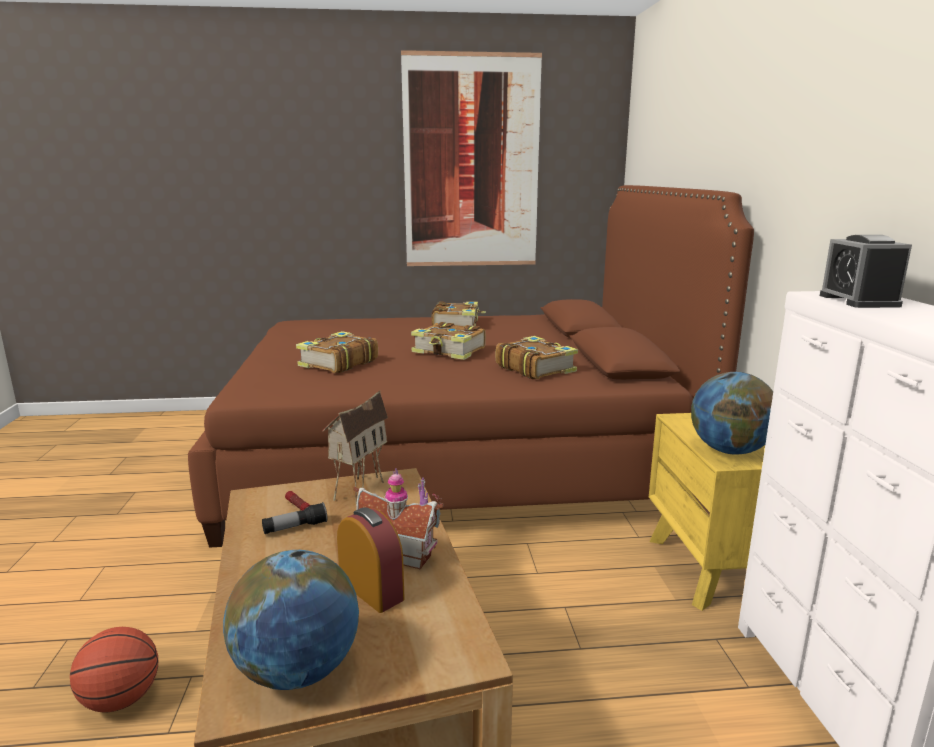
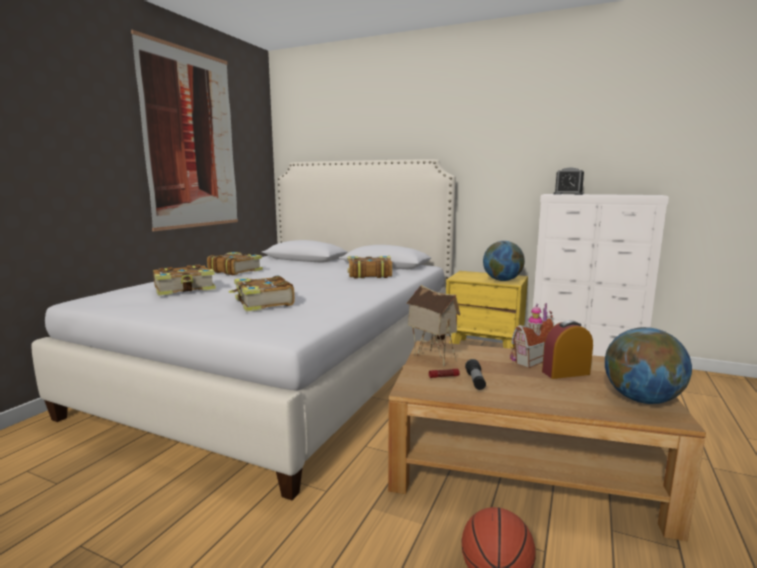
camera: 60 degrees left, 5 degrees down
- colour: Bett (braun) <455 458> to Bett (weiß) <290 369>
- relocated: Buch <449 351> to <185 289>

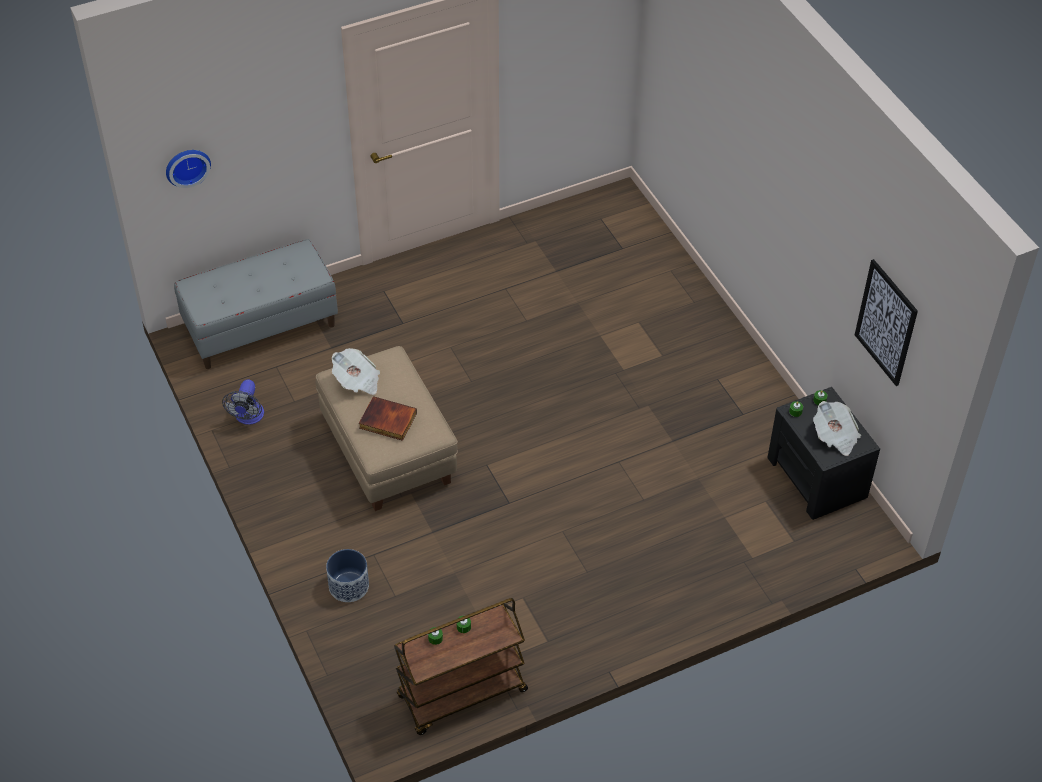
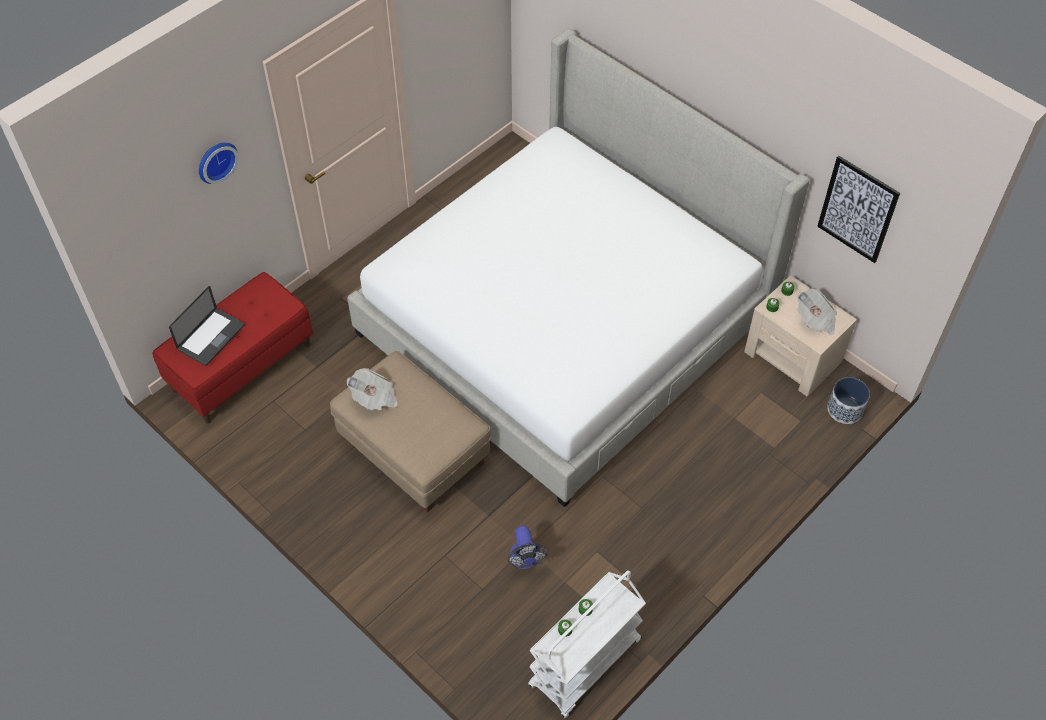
camera: 20 degrees left, 5 degrees up
- relocated: Wanduhr <187 165> to <215 161>
- colour: Bank (grau) <261 327> to Bank (rot) <242 367>
- relocated: Ventilator <248 417> to <525 560>
- colour: Nachttisch (schwarz) <817 478> to Nachttisch (beige) <793 357>
- missing: Buch <387 421>
- relocated: Pflanzkübel <348 586> to <844 410>
- colour: Rollwagen (braun) <461 695> to Rollwagen (weiß) <585 664>
- appeared: Bett <564 324>
- appeared: Laptop <211 337>

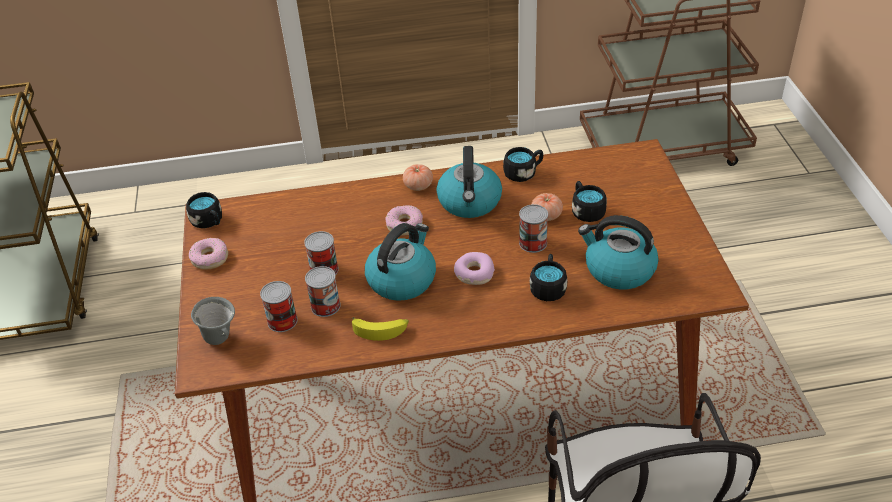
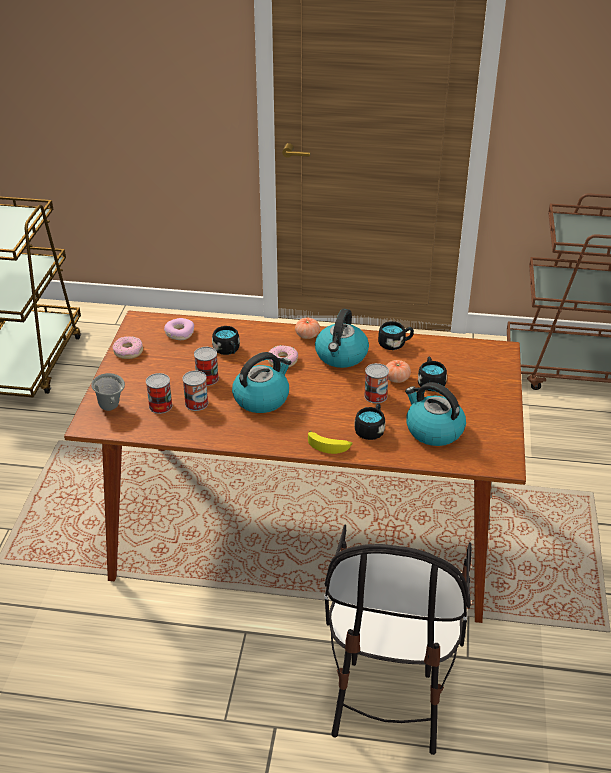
camera: 15 degrees right, 5 degrees down
- relocated: Henkelbecher (schwarz) <209 222> to <227 351>
- relocated: Donut <474 273> to <179 333>
- relocated: Banane <381 330> to <329 445>

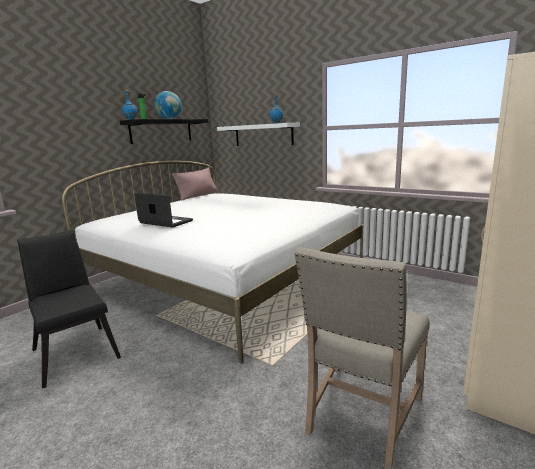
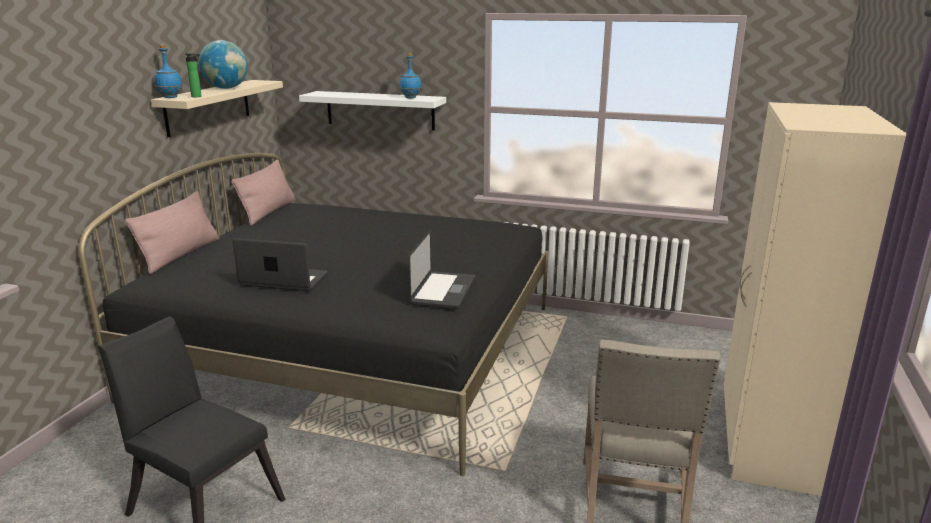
camera: 20 degrees left, 5 degrees up
- colour: Wandregal (schwarz) <161 131> to Wandregal (beige) <208 107>
- colour: Bett (weiß) <226 277> to Bett (schwarz) <355 349>
- appeared: Kissen (rosa) <180 255>
- appeared: Laptop <443 291>

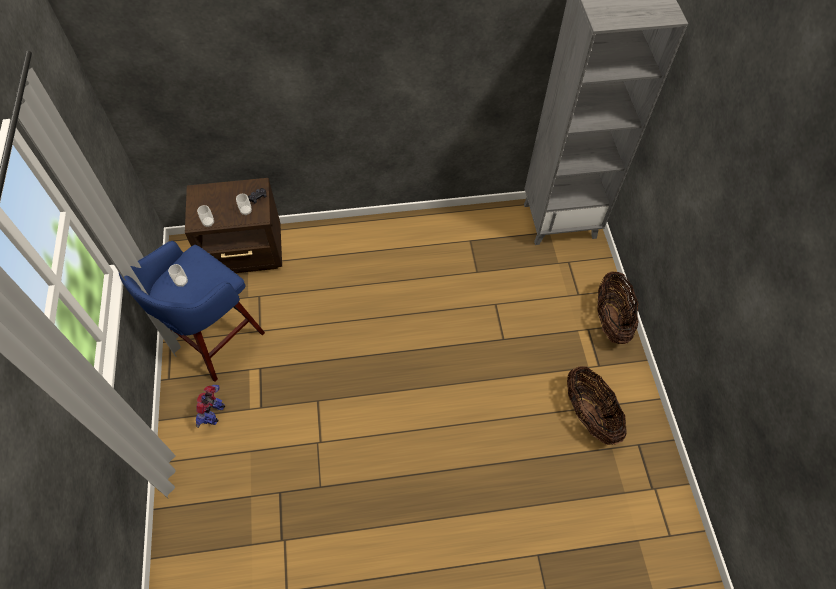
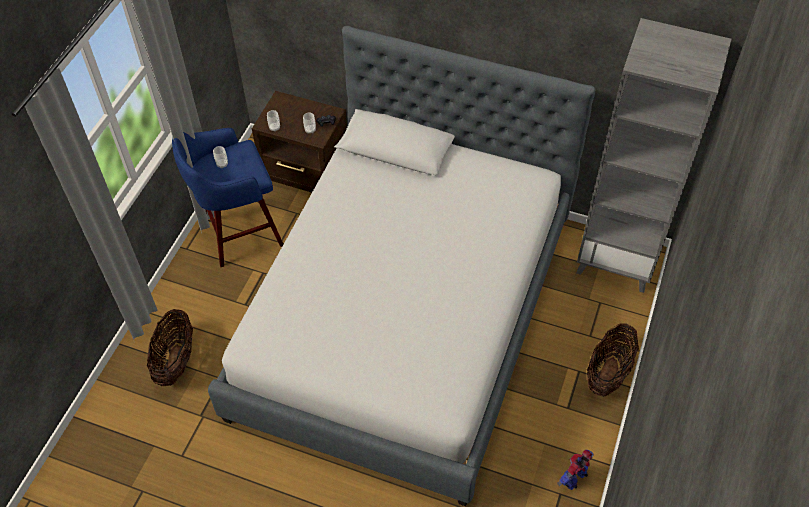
camera: 30 degrees right, 5 degrees down
- relocated: Korb <589 415> to <175 360>
- relocated: Spielzeugroboter <215 413> to <574 478>
- appeared: Bett <405 316>

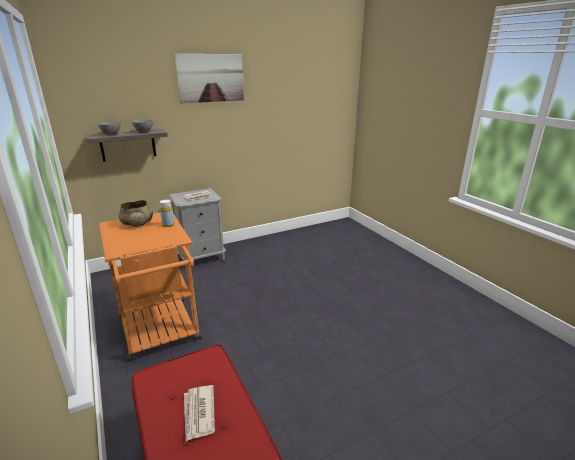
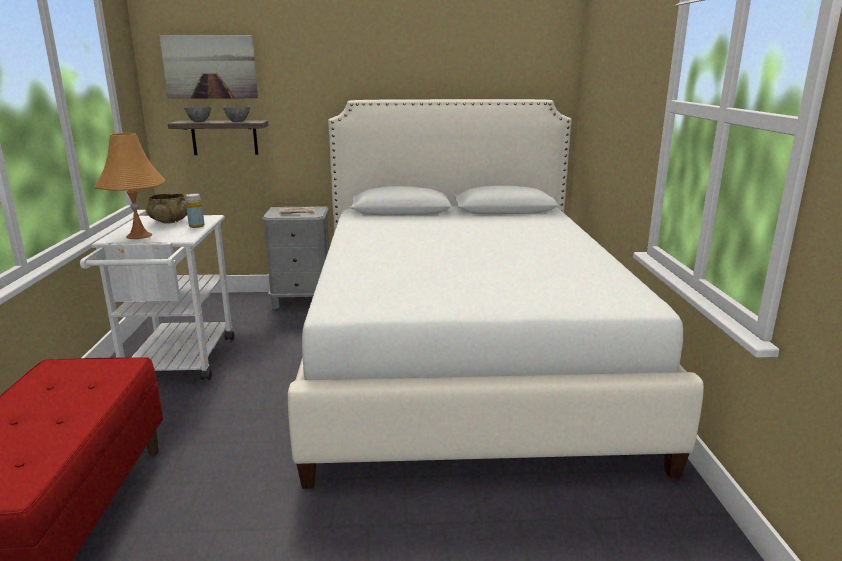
camera: 25 degrees right, 5 degrees down
- relocated: Bild <210 78> to <210 67>
- colour: Rollwagen (orange) <161 332> to Rollwagen (weiß) <177 364>
- missing: Zeitung <199 413>
- appeared: Bett (weiß) <464 359>
- appeared: Tischlampe (orange) <139 236>

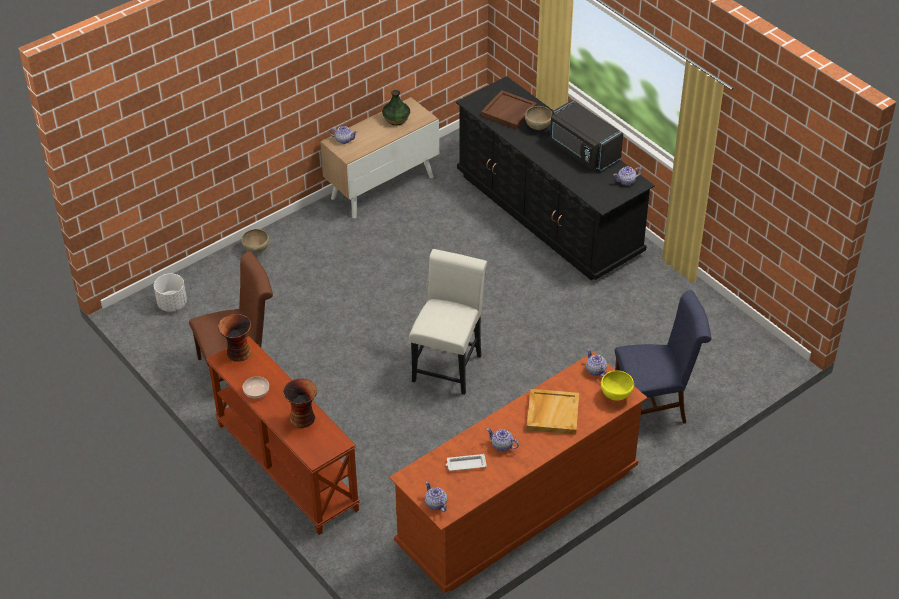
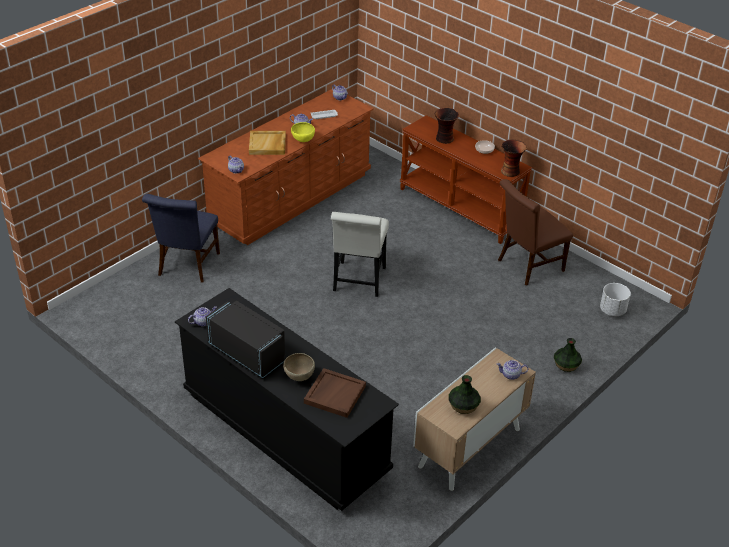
camera: 170 degrees right, 5 degrees down
- exchanged: Schüssel (braun) <256 250> to Vase <566 365>
- spun: Stuhl (blau) <655 404> = <187 266> 60 degrees counterclockwise
- relocated: Schüssel (gelb) <616 395> to <303 140>

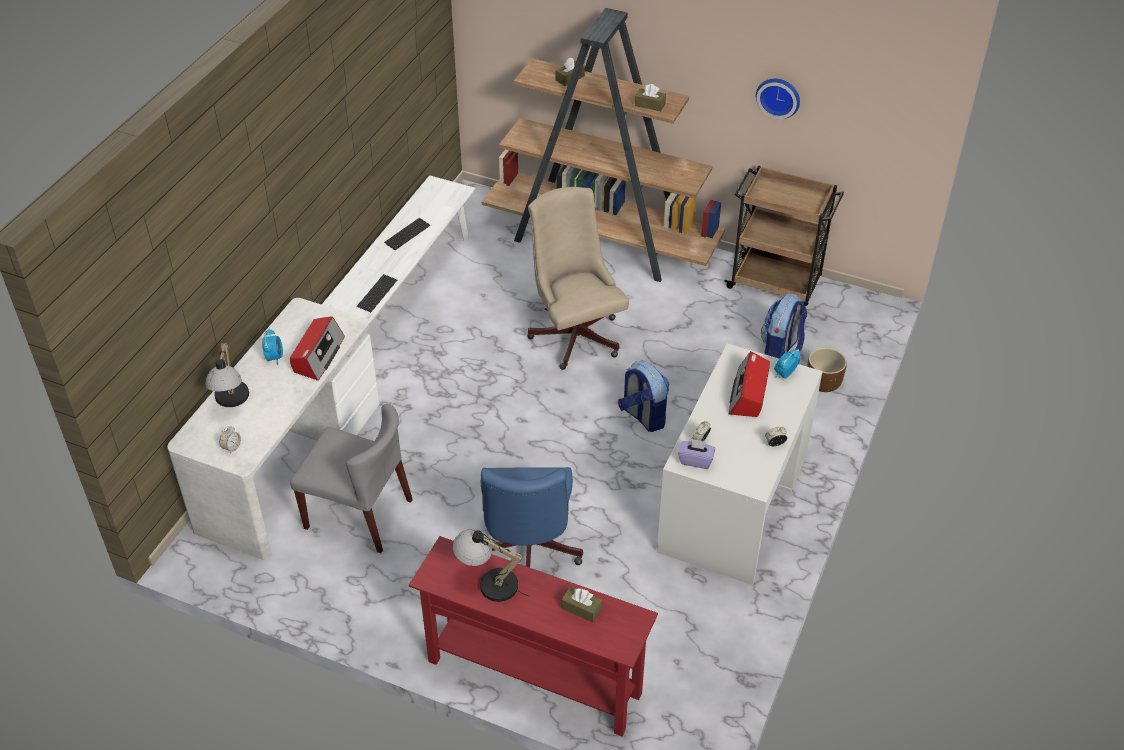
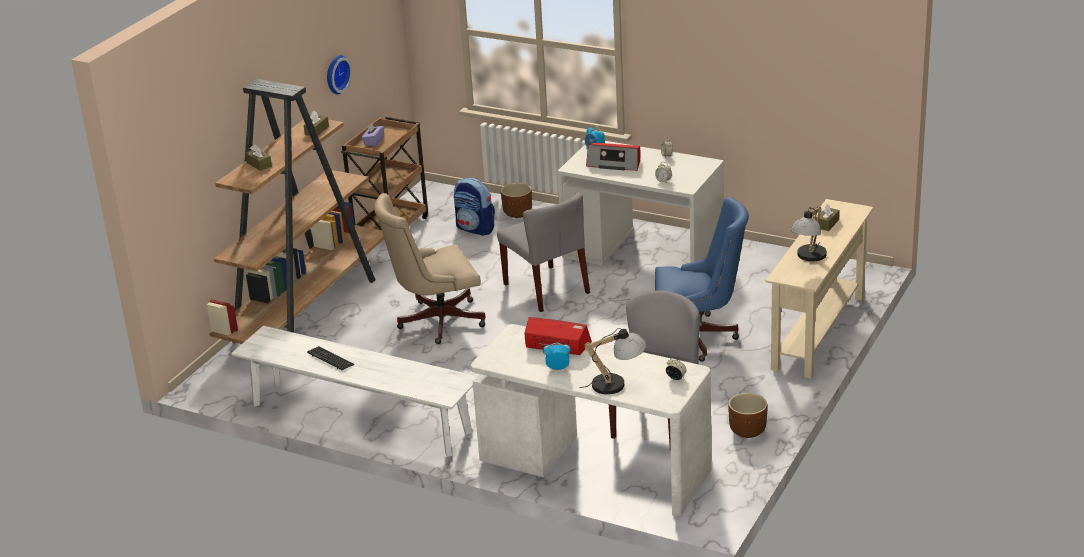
camera: 85 degrees left, 15 degrees down
- missing: Tastatur <377 294>
- exchanged: Rucksack <643 416> to Stuhl (grau) <546 289>
- relocated: Taschentuchbox (lila) <696 460> to <373 142>
- colour: Konsolentisch (rot) <533 678> to Konsolentisch (beige) <819 332>
- appeared: Pflanzkübel (braun) <747 431>

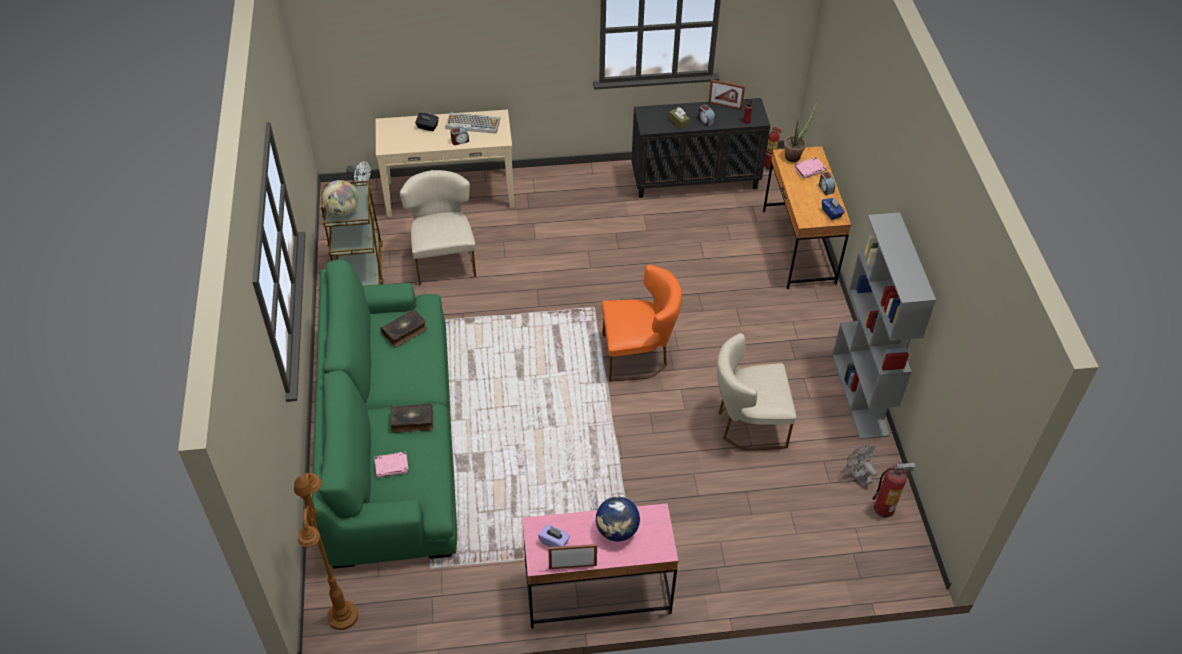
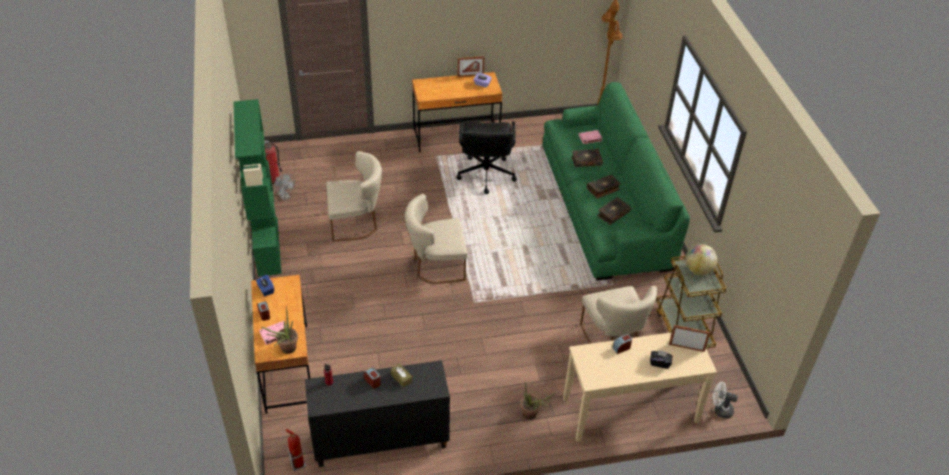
camera: 175 degrees right, 5 degrees down
- relocated: Bilderrahmen <725 105> to <686 347>
- missing: Tastatur <472 124>
- colour: Bücherregal (grau) <860 394> to Bücherregal (grün) <267 246>
- colour: Stuhl (orange) <638 355> to Stuhl (beige) <436 266>
- missing: Globus <617 530>
- colour: Schreibtisch (rosa) <597 592> to Schreibtisch (braun) <456 136>
- appeared: Bürostuhl (schwarz) <485 175>
- appeared: Buch <603 189>
- appeared: Topfpflanze <532 415>

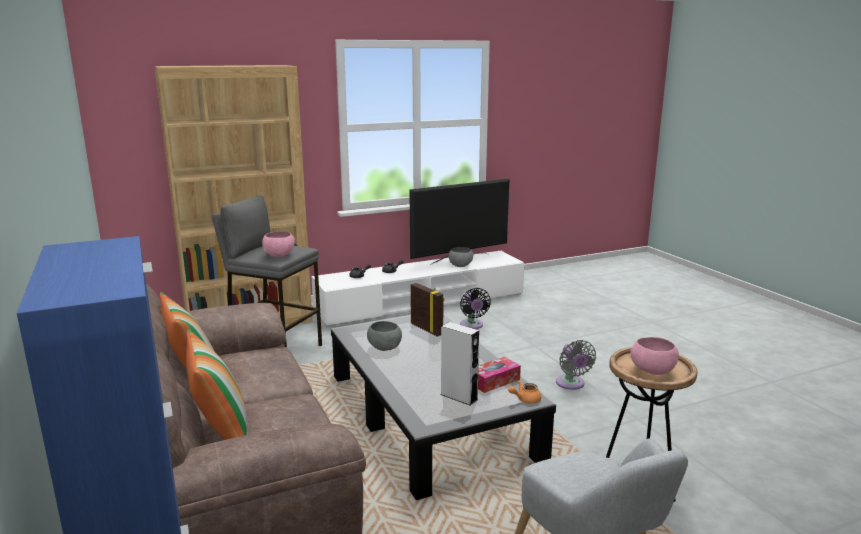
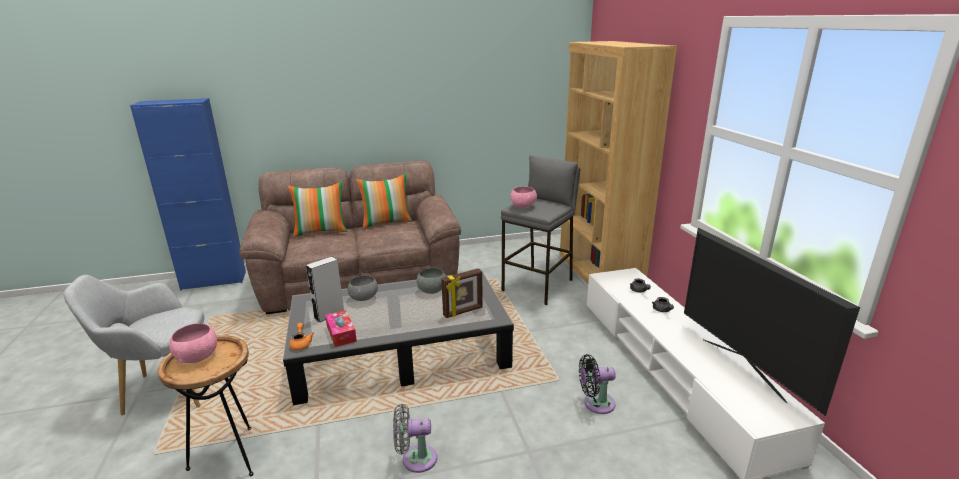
camera: 100 degrees right, 5 degrees up
- relocated: Schüssel (grau) <461 265> to <364 298>

